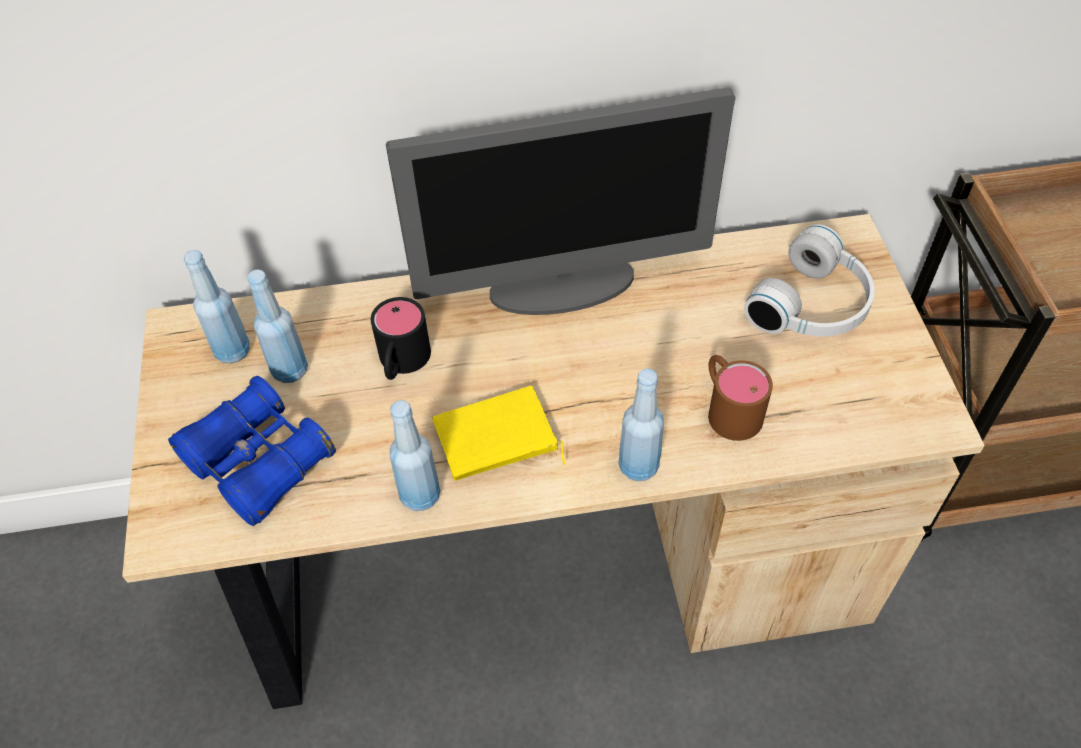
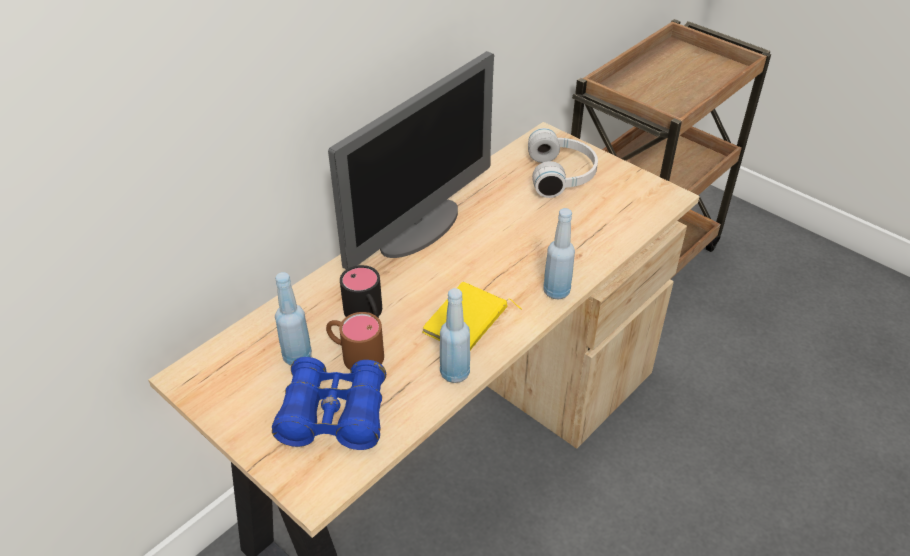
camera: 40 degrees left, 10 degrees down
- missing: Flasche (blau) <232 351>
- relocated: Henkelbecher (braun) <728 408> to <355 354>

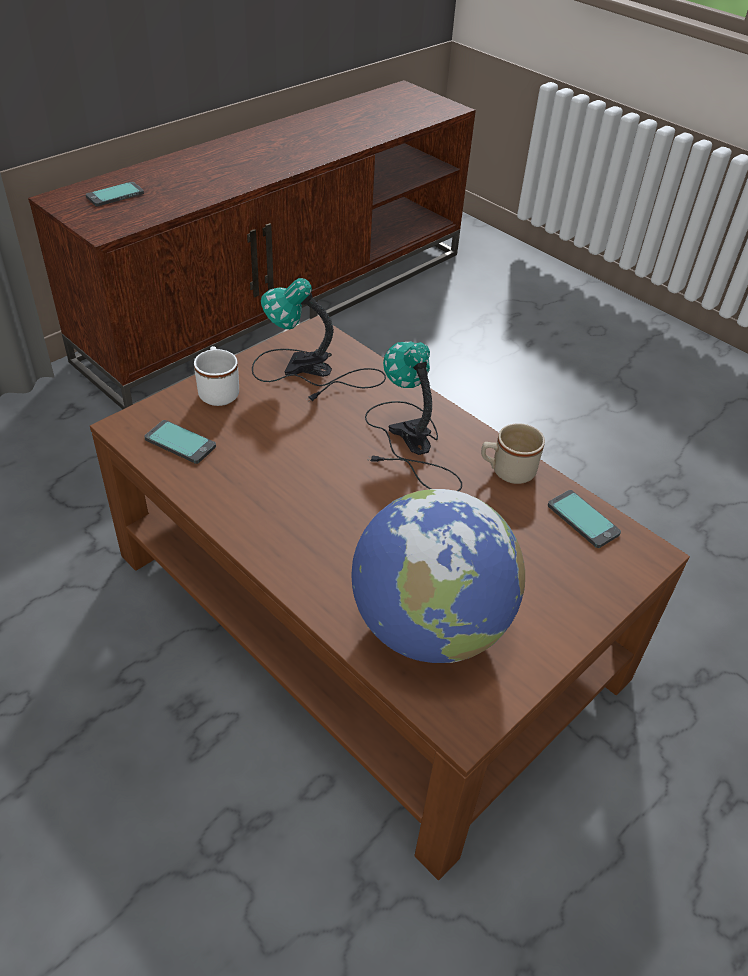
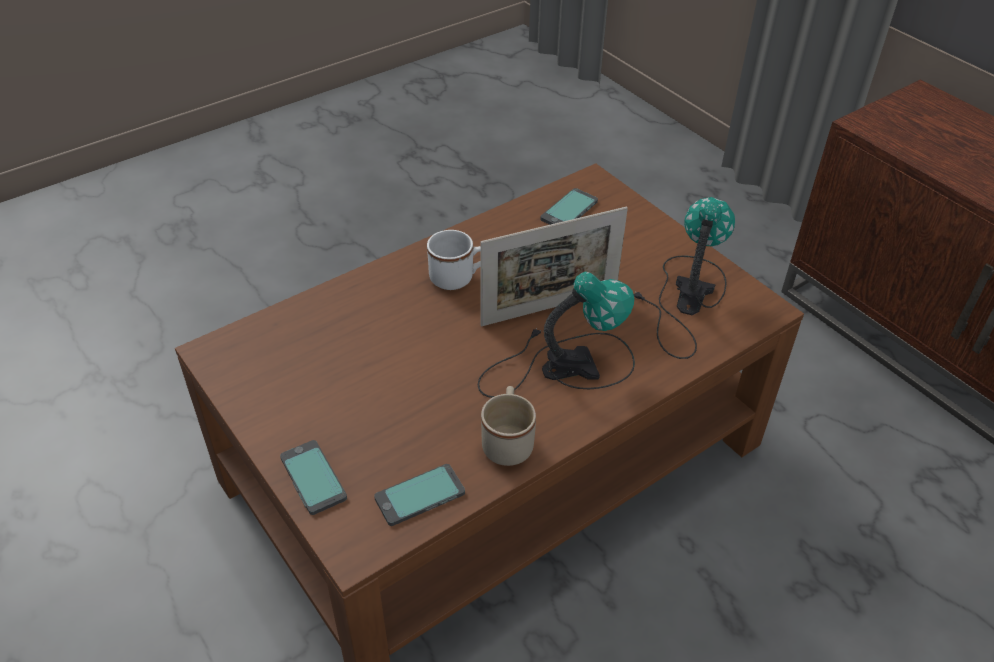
camera: 100 degrees right, 0 degrees up
- relocated: Handy <115 195> to <312 478>
- relocated: Henkelbecher (weiß) <218 391> to <458 278>
- missing: Globus <429 627>
- appeared: Bilderrahmen <549 307>

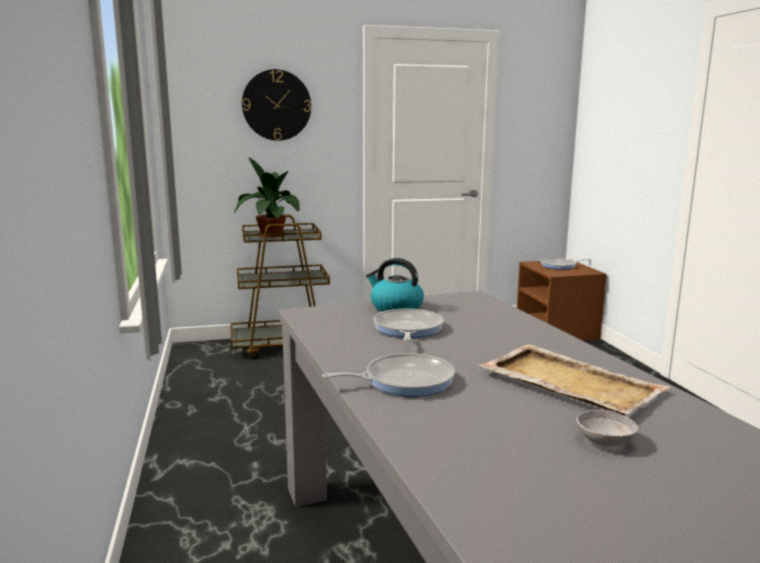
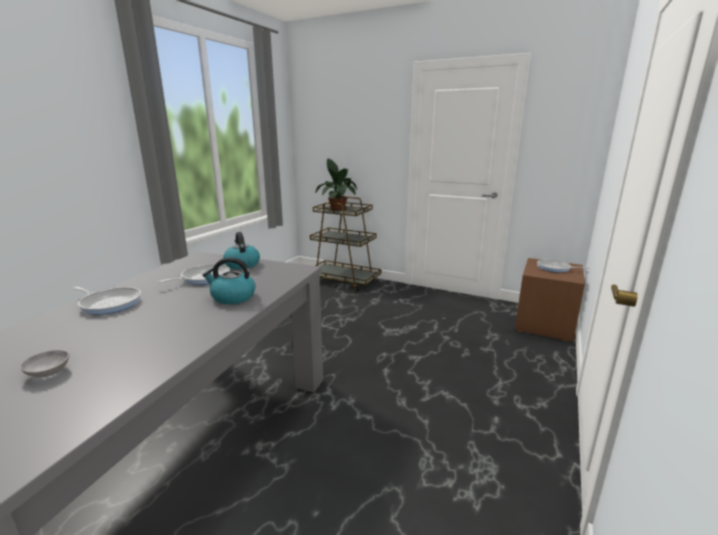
camera: 40 degrees right, 5 degrees up
- missing: Wanduhr <276 105>
- missing: Tablett (beige) <568 382>
- appeared: Wasserkessel <232 297>

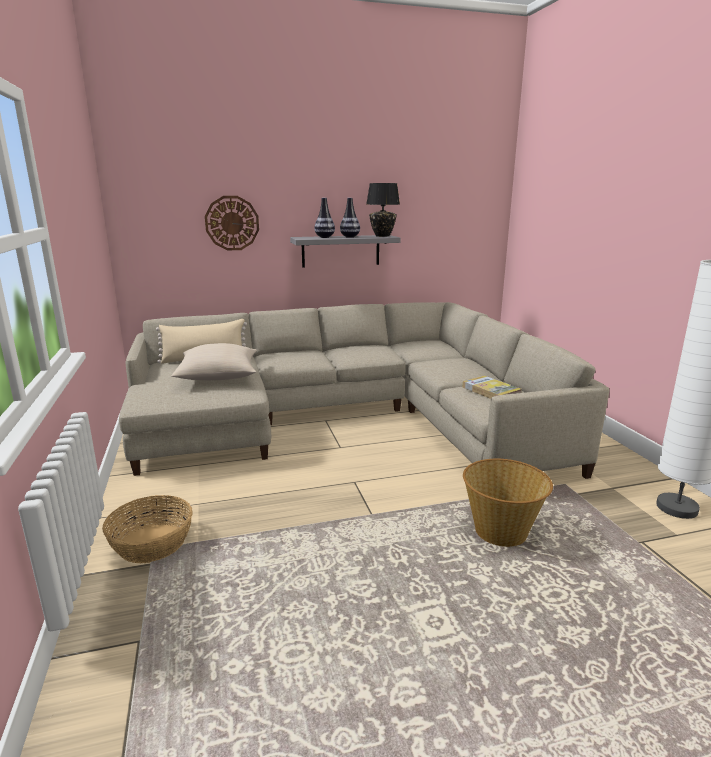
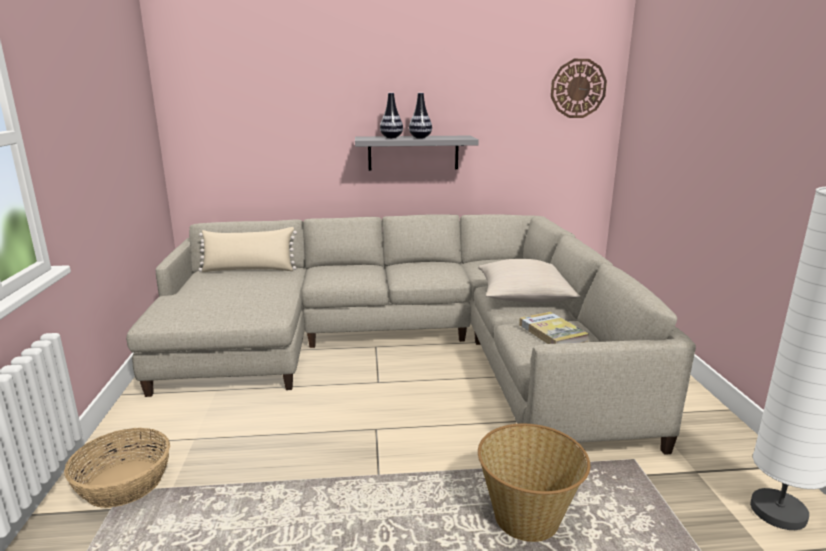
camera: 10 degrees right, 0 degrees up
- missing: Tischlampe (schwarz) <382 236>
- relocated: Wanduhr <232 223> to <578 88>
- relocated: Kissen (beige) <218 376> to <524 296>

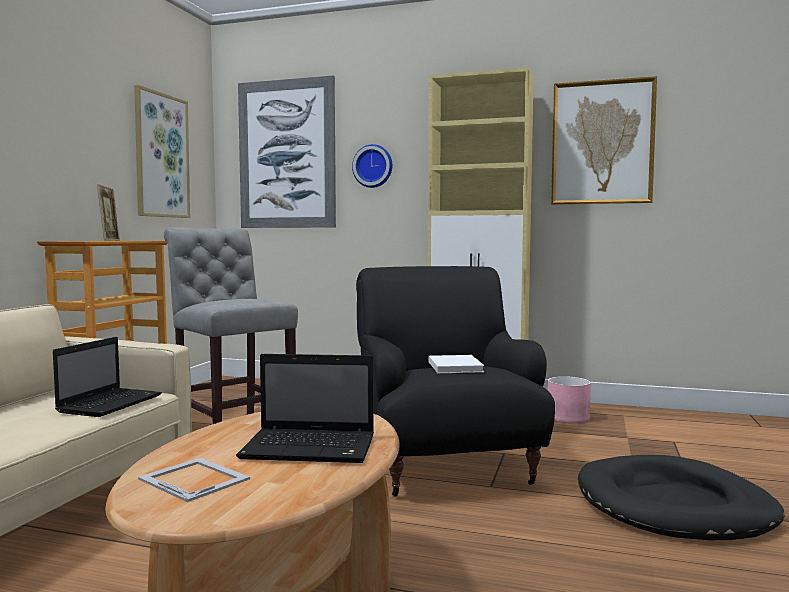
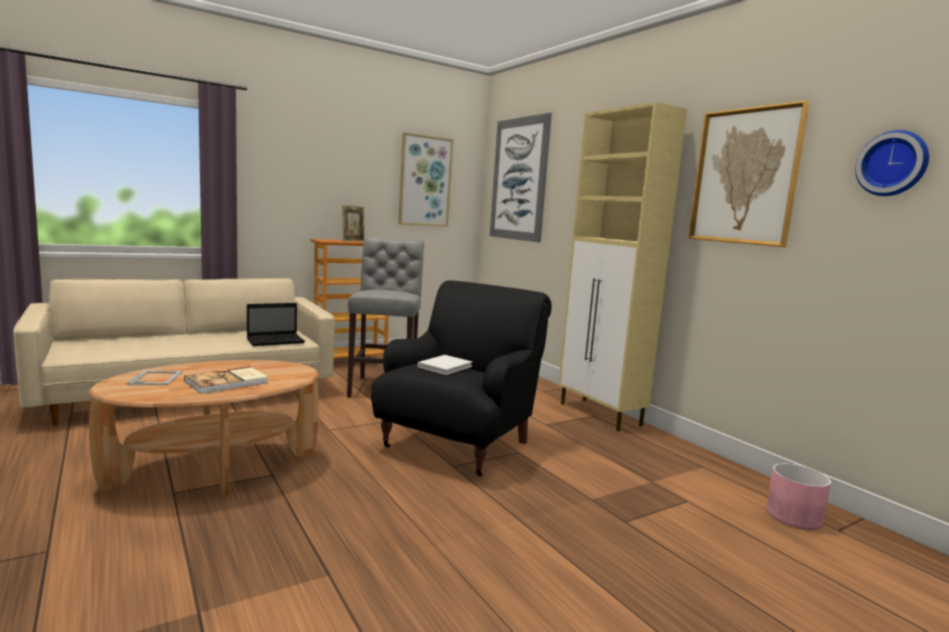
camera: 40 degrees right, 5 degrees up
- relocated: Wanduhr <373 166> to <893 164>
- exchanged: Laptop <312 448> to Buch <228 382>
- relocated: Pflanzkübel (rosa) <567 417> to <793 517>
- missing: Hundebett (schwarz) <674 505>

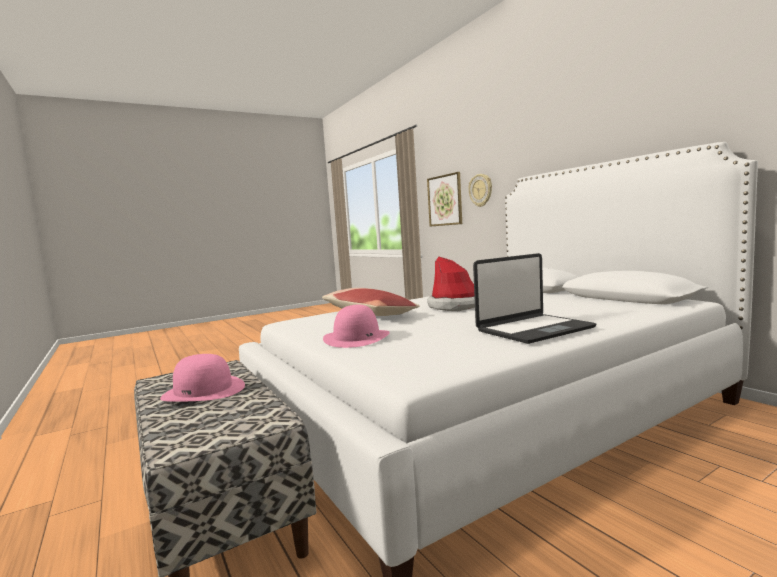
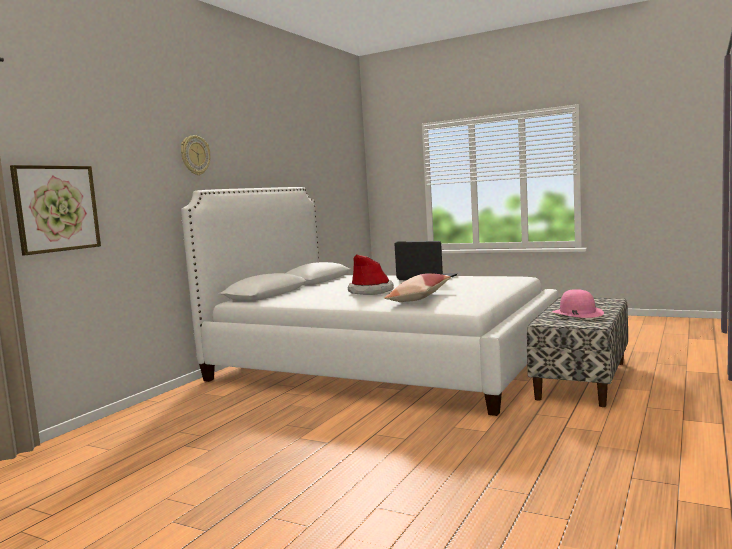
camera: 120 degrees left, 0 degrees up
- relocated: Wanduhr <481 190> to <195 155>
- missing: Hut (rosa) <356 338>

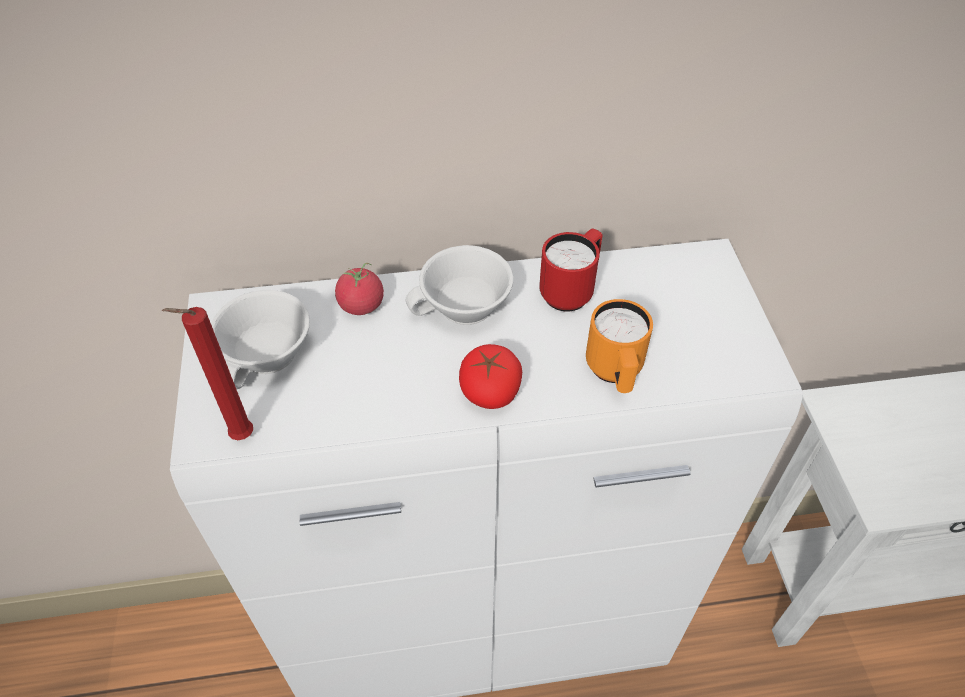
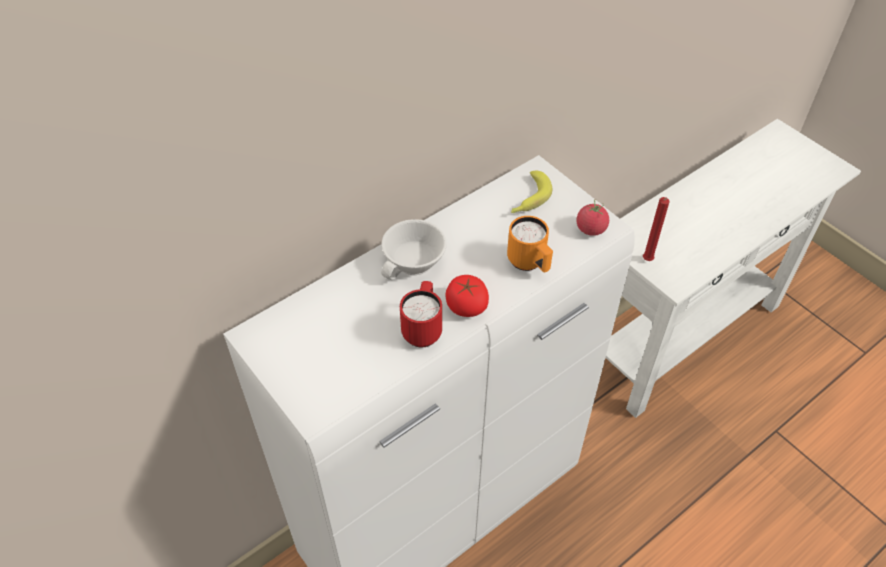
camera: 30 degrees left, 0 degrees up
- relocated: Henkelbecher (rot) <571 291> to <423 329>
- relocated: Tomate <361 305> to <591 229>
- missing: Tasse (weiß) <269 356>
- relocated: Kerze (rot) <238 437> to <646 261>
- appeared: Banane <528 199>

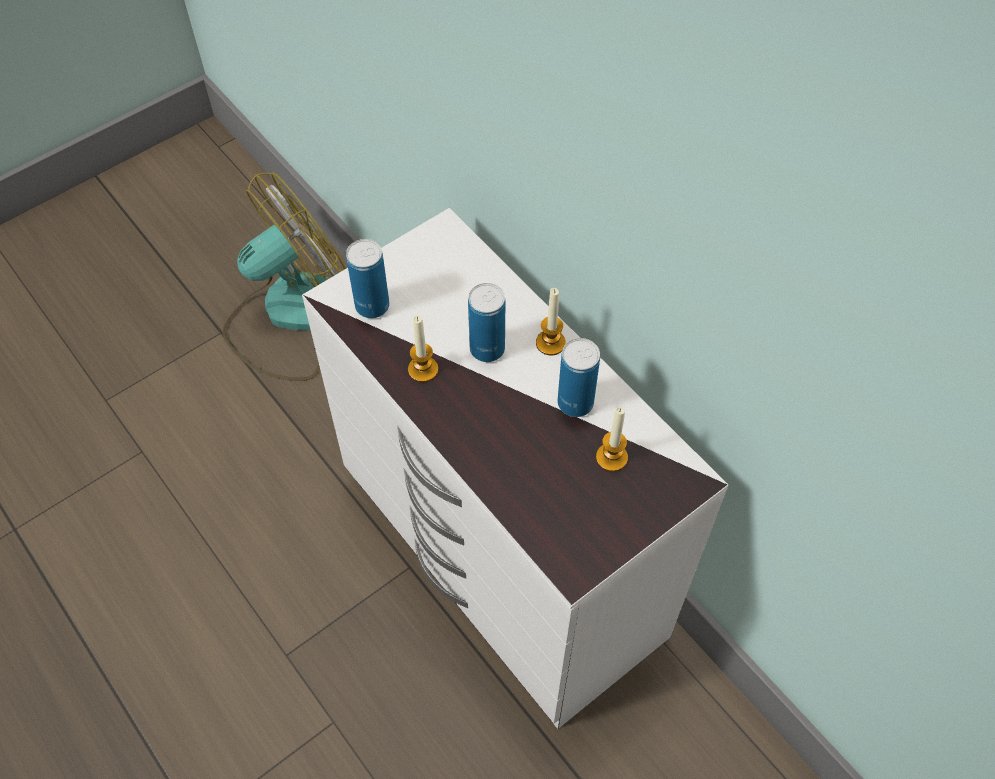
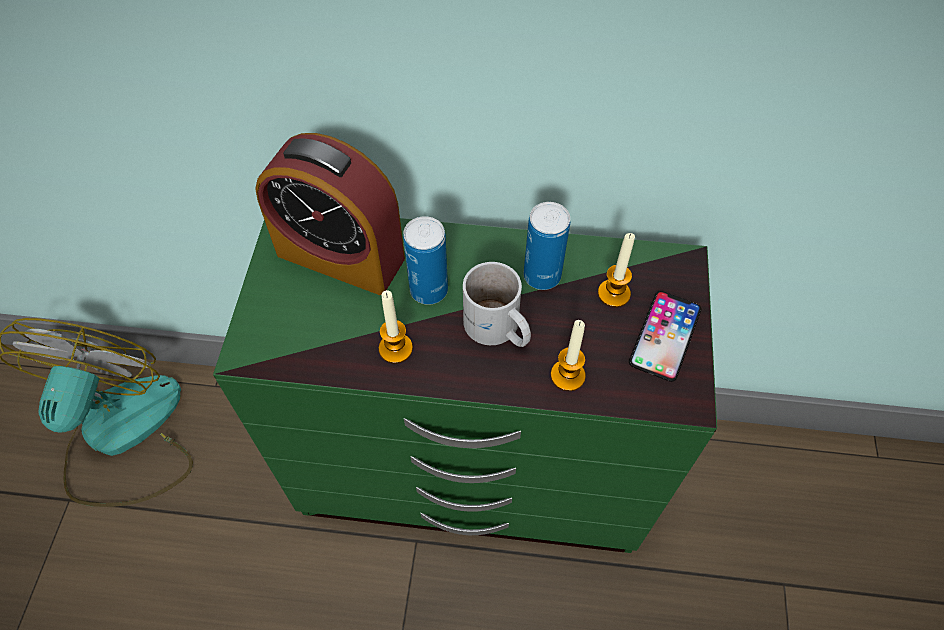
camera: 45 degrees left, 0 degrees up
- colour: Kommode (weiß) <501 558> to Kommode (grün) <474 473>
- missing: Dose <372 306>
- relocated: Kerze <550 343> to <567 376>
- appeared: Wecker <340 256>
- appeared: Henkelbecher (weiß) <496 330>
- appeared: Handy <665 335>

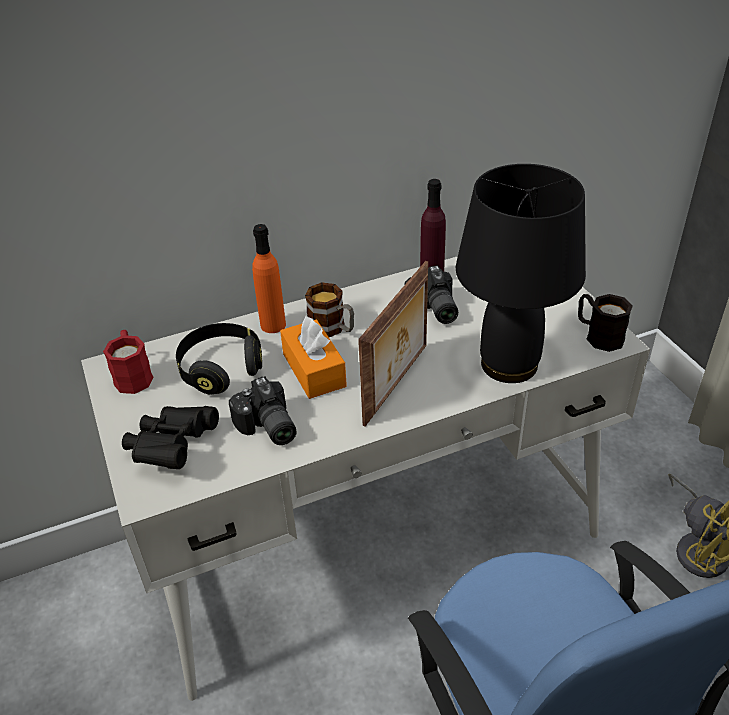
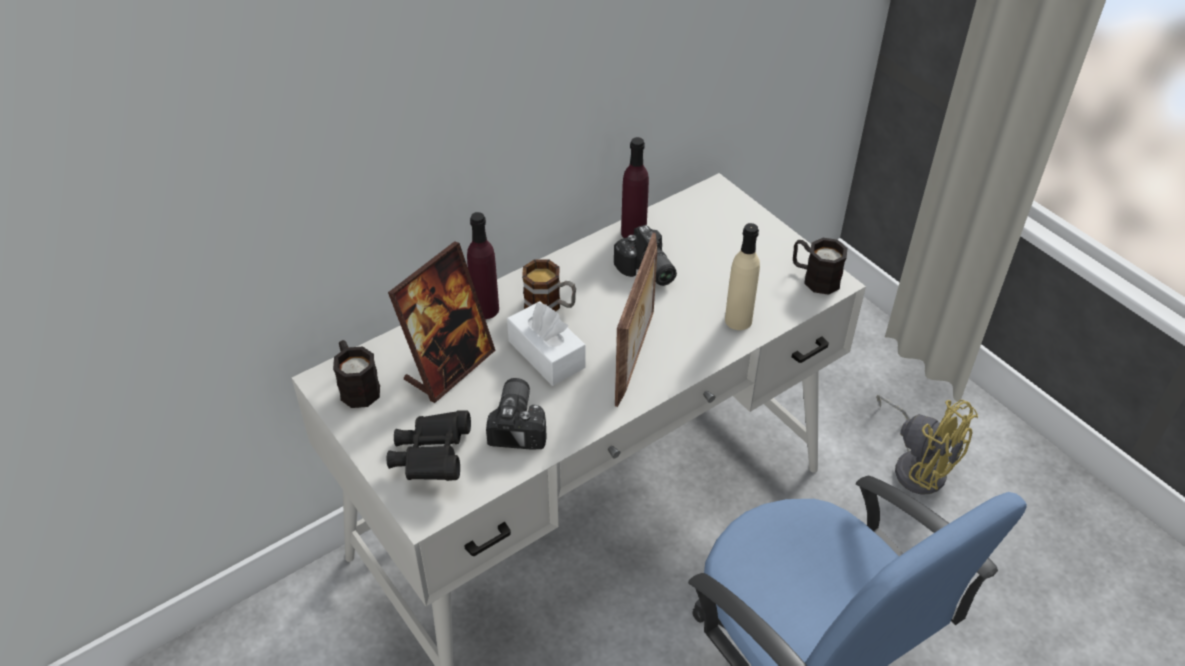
camera: 15 degrees left, 5 degrees up
- exchanged: Tischlampe (schwarz) <510 364> to Flasche (beige) <738 320>
- colour: Flasche (orange) <273 325> to Flasche (lila) <485 309>
- colour: Taschentuchbox (orange) <314 370> to Taschentuchbox (weiß) <546 354>
- exchanged: Kopfhörer (schwarz) <221 369> to Bilderrahmen <449 367>
- colour: Henkelbecher (rot) <133 375> to Henkelbecher (schwarz) <357 386>
- spun: Kamera <266 428> = <520 423> 135 degrees counterclockwise

